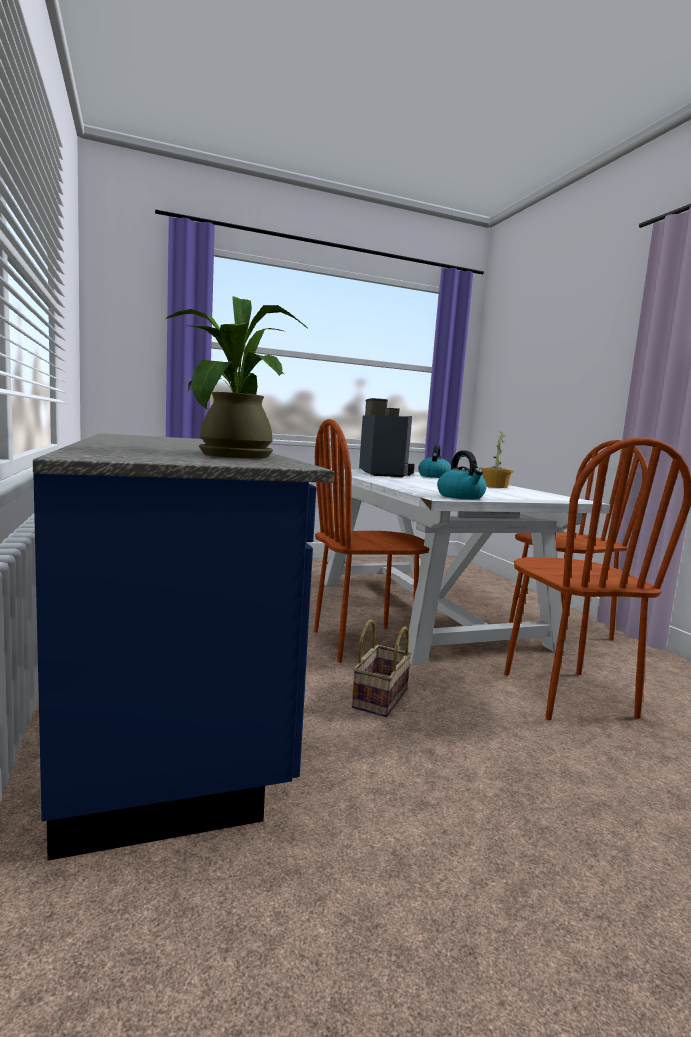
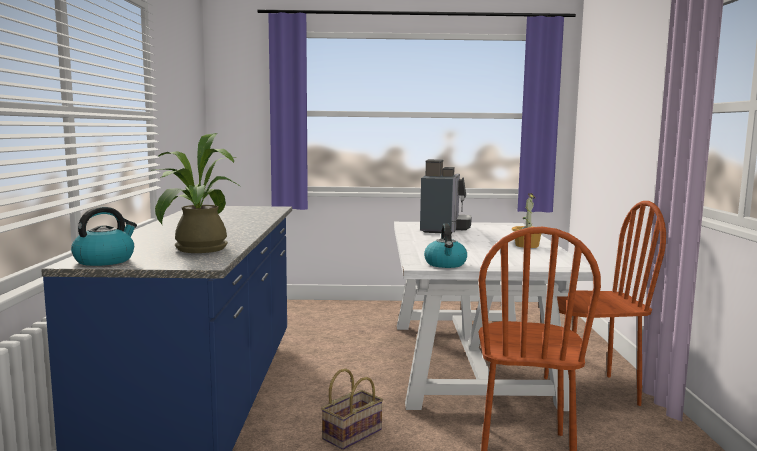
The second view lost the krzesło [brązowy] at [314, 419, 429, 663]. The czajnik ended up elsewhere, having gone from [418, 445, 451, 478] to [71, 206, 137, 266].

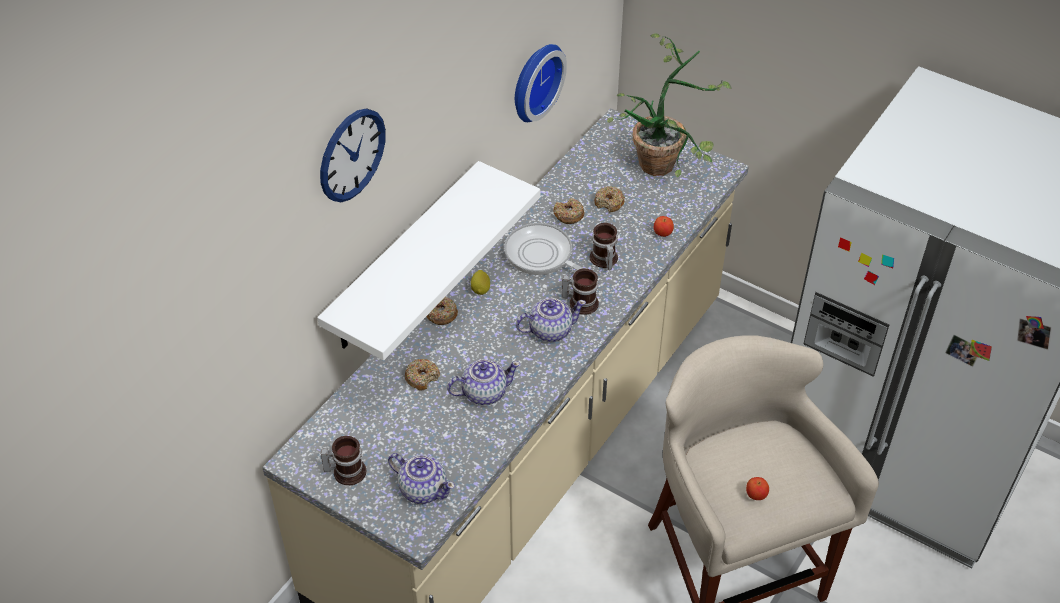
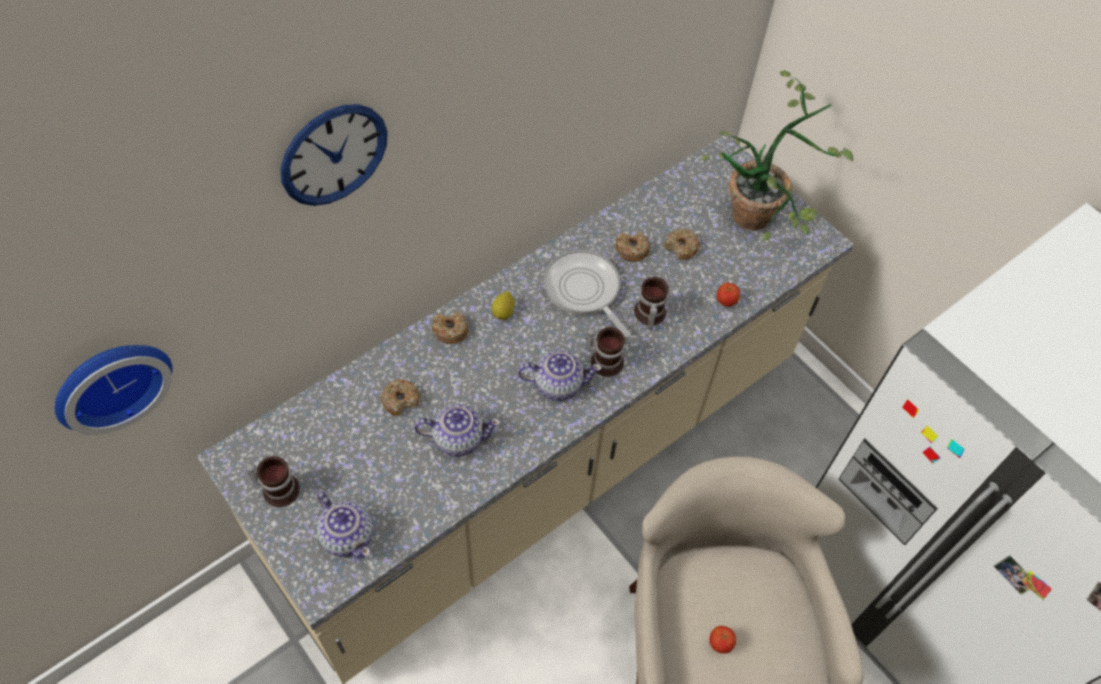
The zegar ścienny ended up elsewhere, having gone from [515, 44, 567, 122] to [55, 345, 173, 435]. The second view lost the półka [biały] at [317, 161, 540, 360].

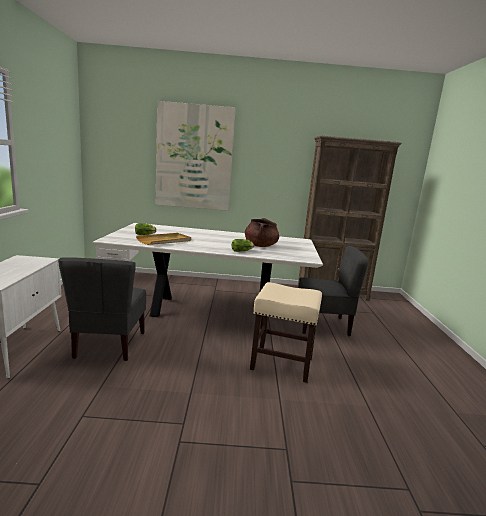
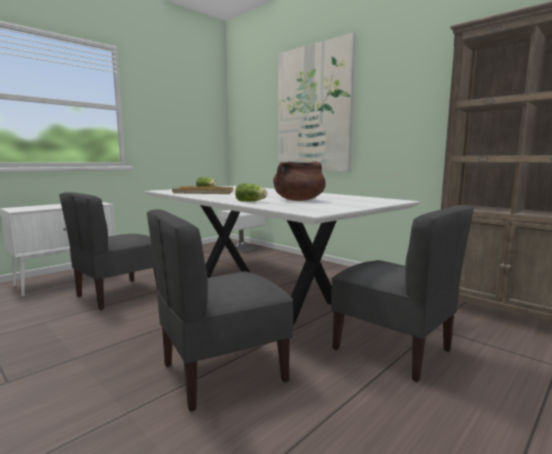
Where the stołek [beżowy] stood at [250, 282, 322, 383], the krzesło [szary] came to stand at [147, 209, 293, 412].

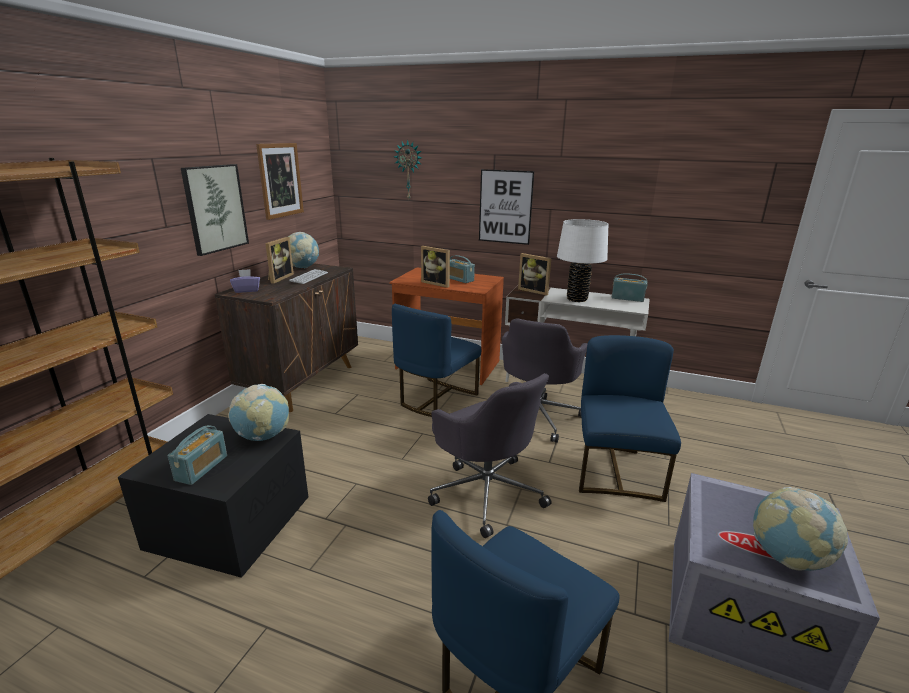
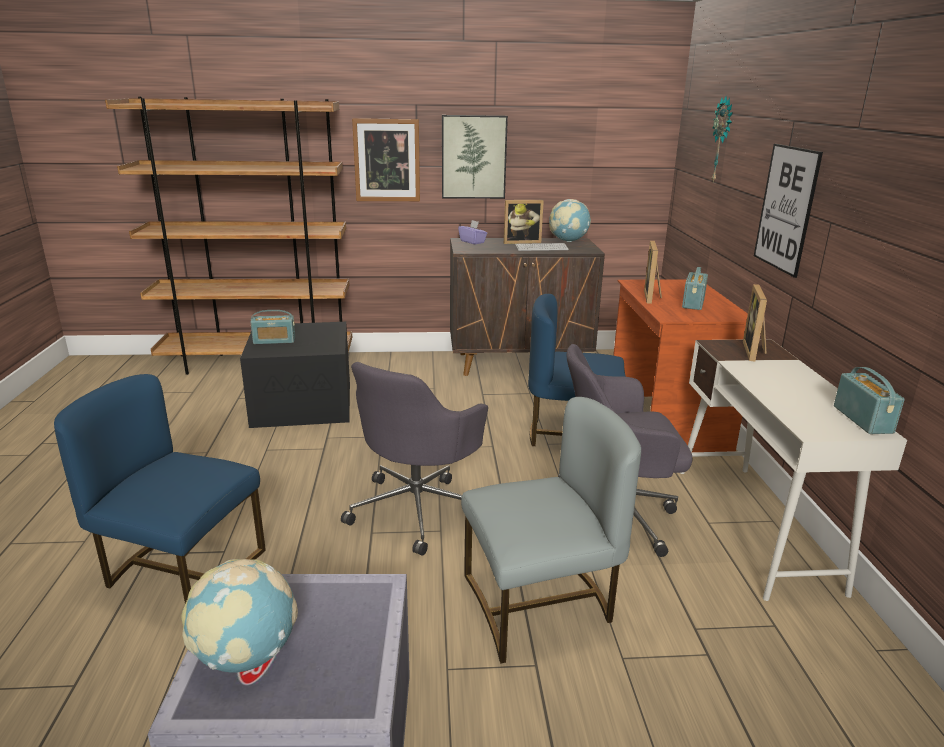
The obraz ended up elsewhere, having gone from [256, 143, 304, 220] to [352, 118, 420, 201]. The second view lost the lampa stołowa [biały] at [557, 219, 608, 302]. What was the krzesło [niebieski] at [579, 335, 681, 502] turned into the krzesło [szary] at [461, 397, 641, 663]. The second view lost the globus at [228, 384, 289, 441].

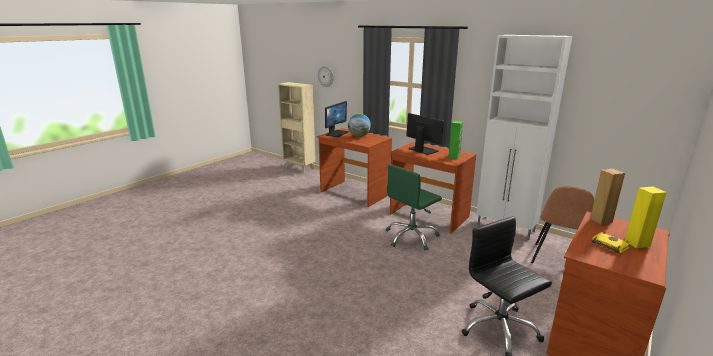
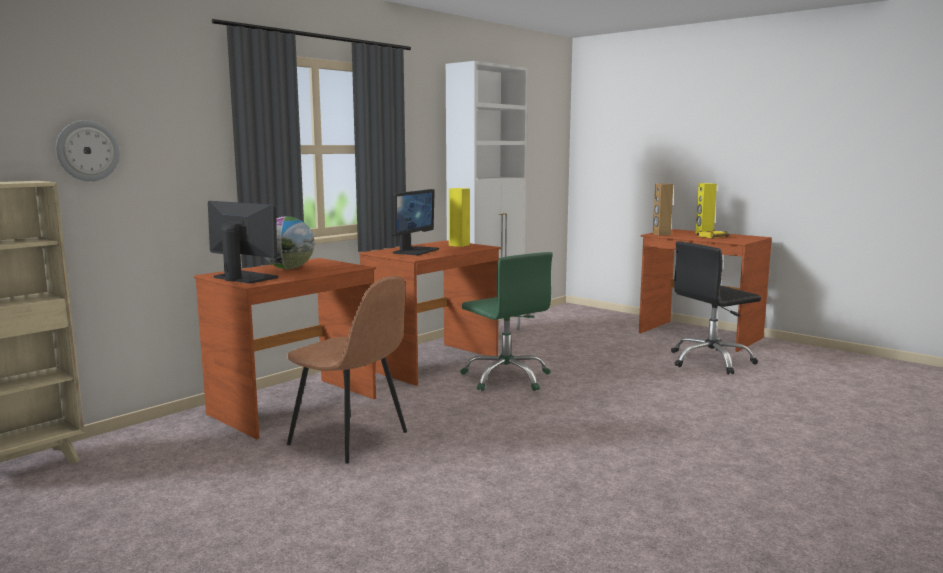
The monitor at [406, 113, 444, 155] ended up facing another way, 150 degrees clockwise from before. What was the głośnik [zielony] at [448, 121, 463, 159] turned into the głośnik [żółty] at [449, 188, 470, 247]. The krzesło [brązowy] ended up elsewhere, having gone from [531, 186, 594, 264] to [287, 276, 407, 464].

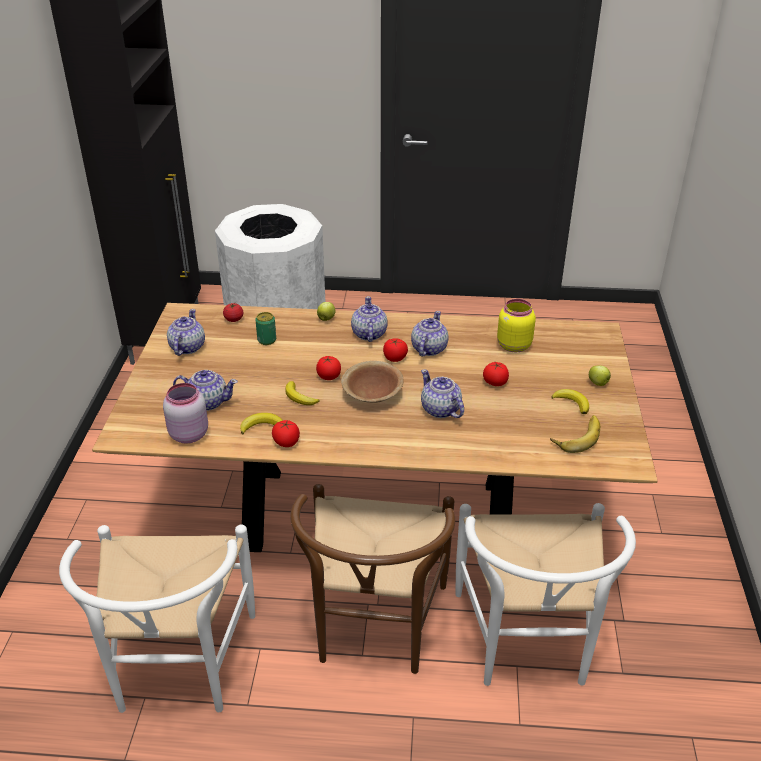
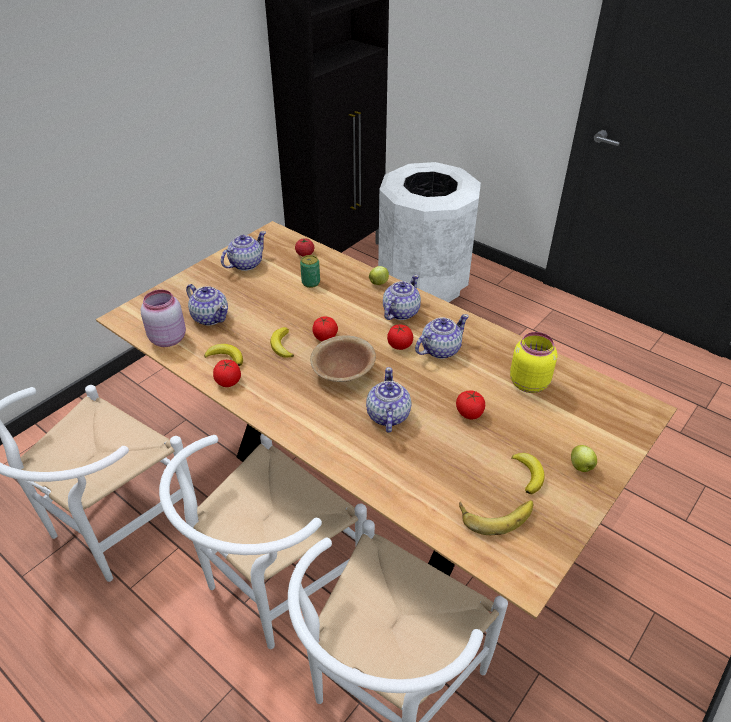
What was the krzesło [brązowy] at [290, 484, 455, 674] turned into the krzesło [biały] at [159, 434, 367, 649].

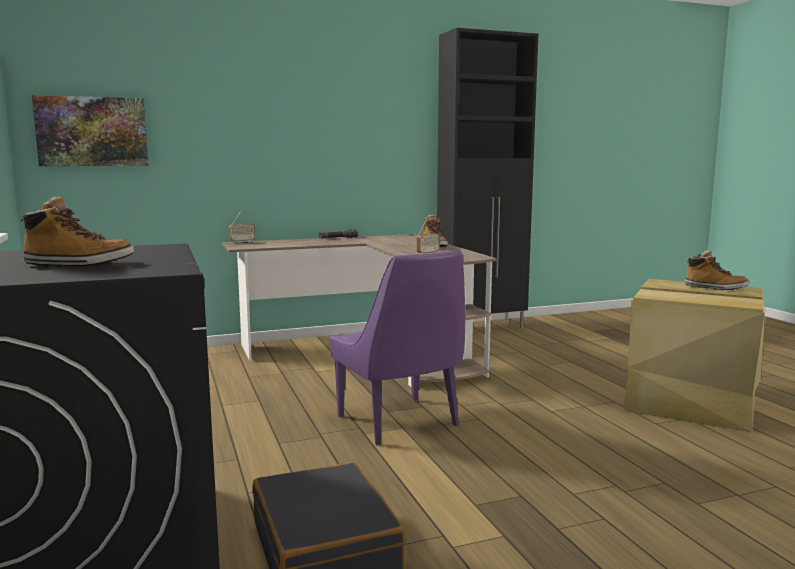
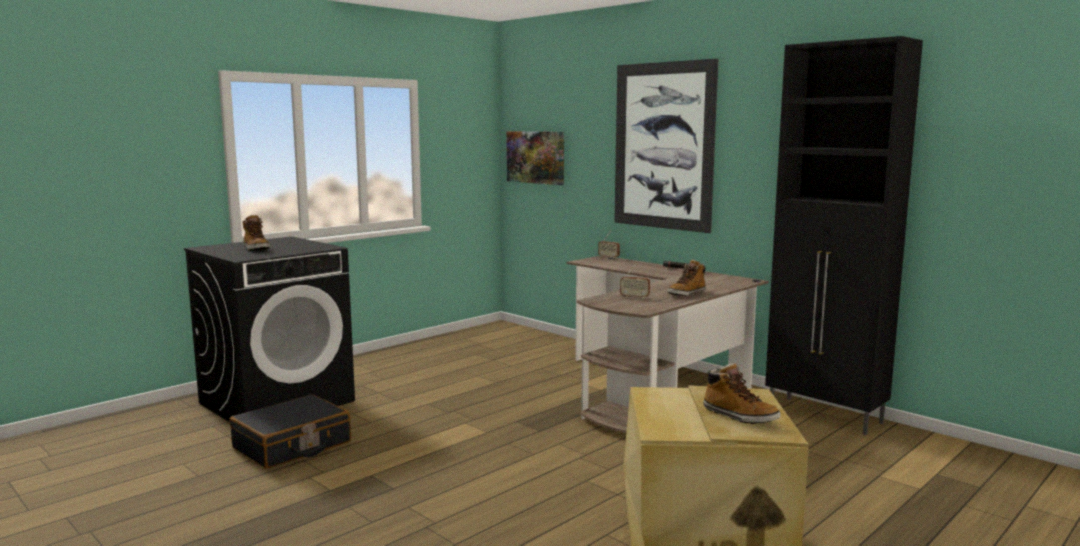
The second view lost the krzesło [fioletowy] at [329, 250, 465, 446]. The but z cholewką at [685, 250, 749, 290] ended up facing another way, 45 degrees counterclockwise from before. The second view gained the obraz at [614, 59, 718, 233].

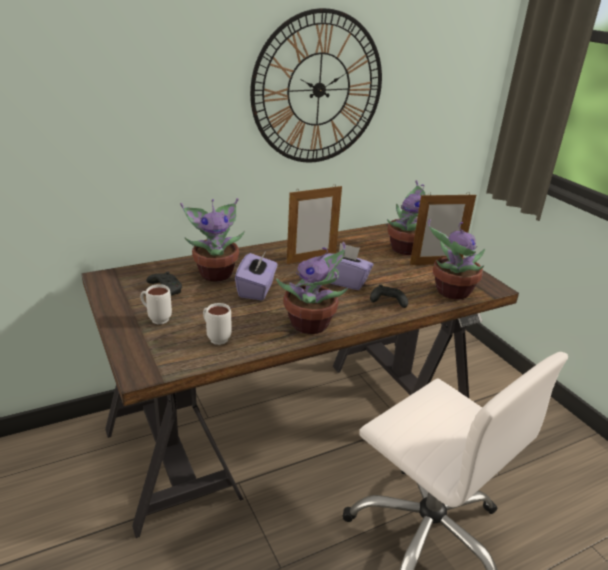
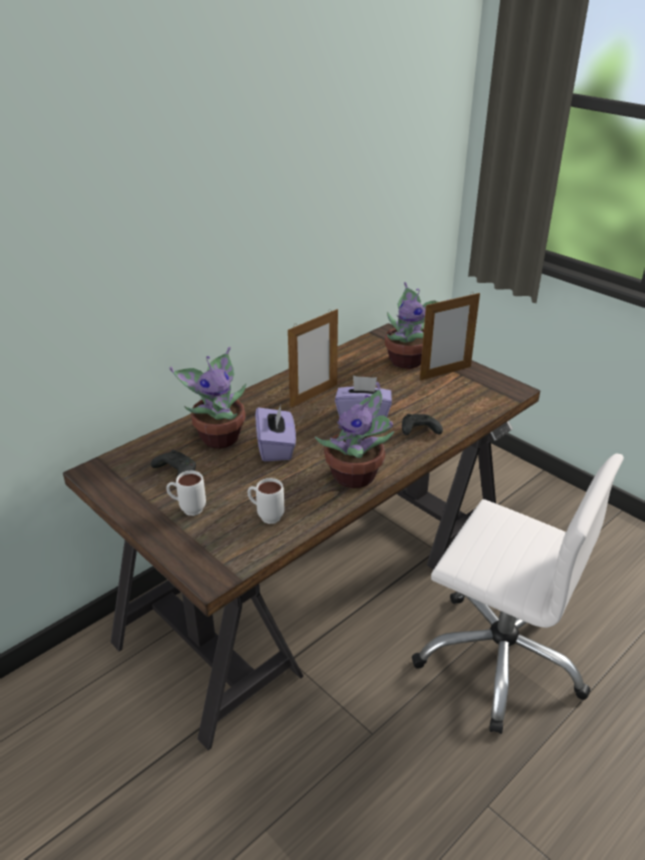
The second view lost the zegar ścienny at [250, 8, 382, 162]. The second view lost the roślina doniczkowa at [428, 219, 485, 299].

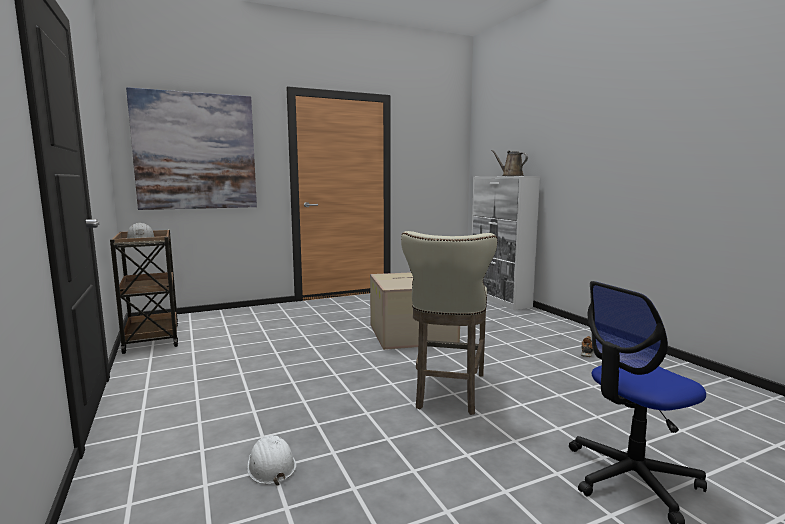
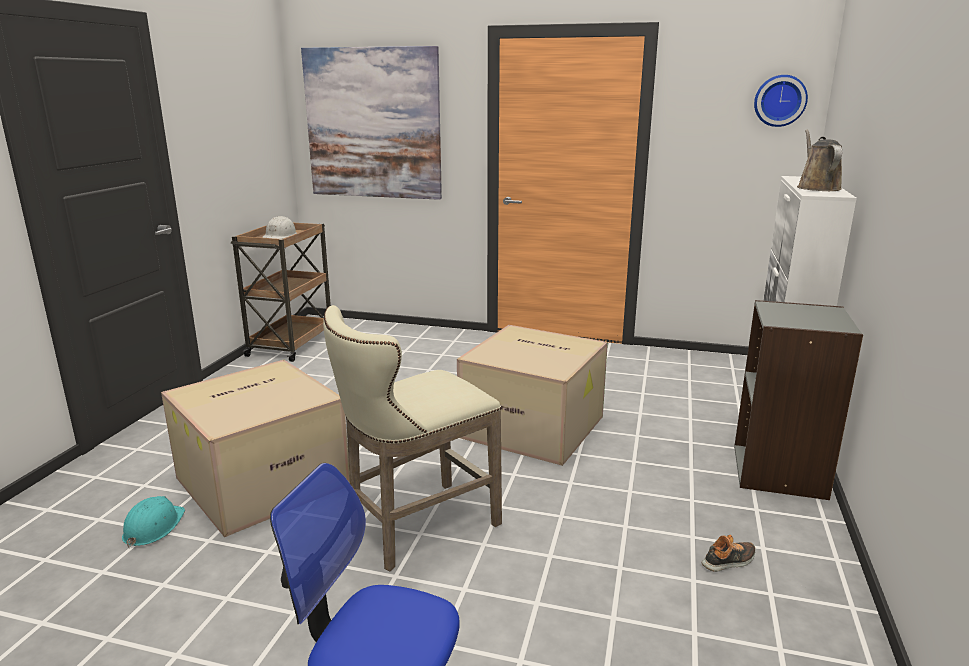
What was the kask [biały] at [247, 435, 296, 486] turned into the kask [turkusowy] at [122, 496, 185, 547]. The second view gained the zegar ścienny at [754, 75, 808, 127]. The second view gained the regał [szary] at [734, 300, 863, 500]. The second view gained the karton at [161, 360, 350, 537].

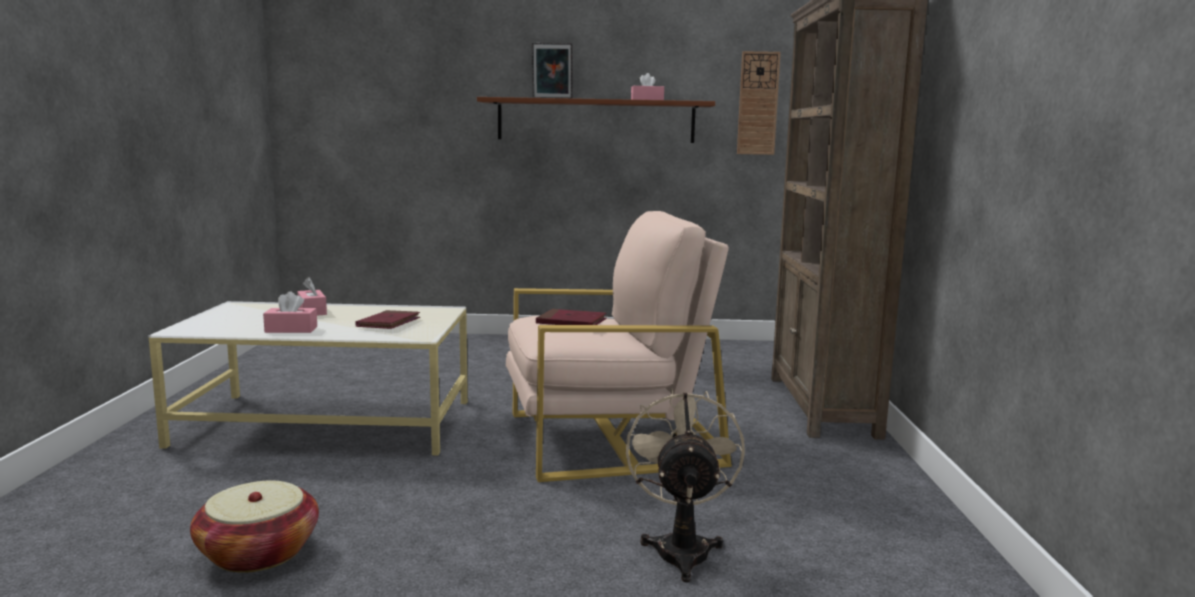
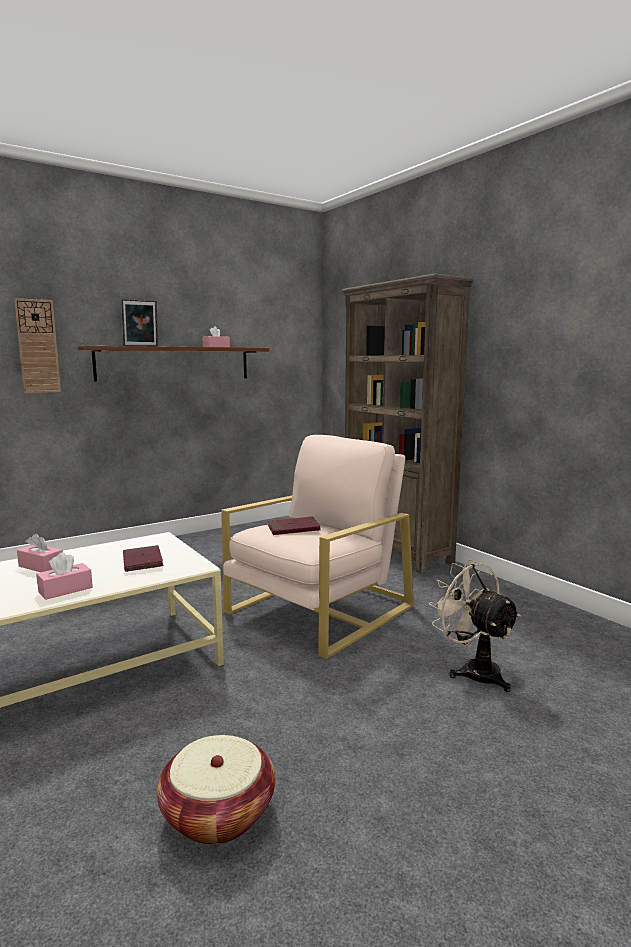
The zegar ścienny ended up elsewhere, having gone from [737, 51, 781, 155] to [14, 298, 61, 393].

